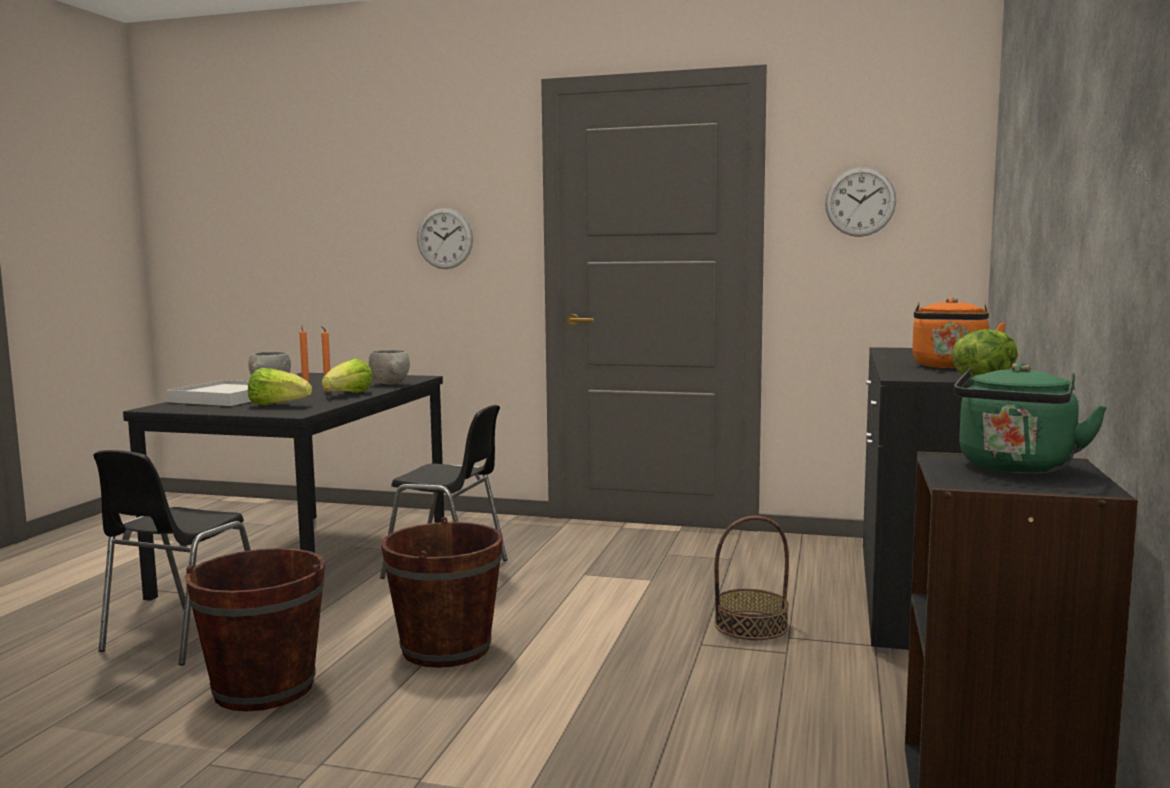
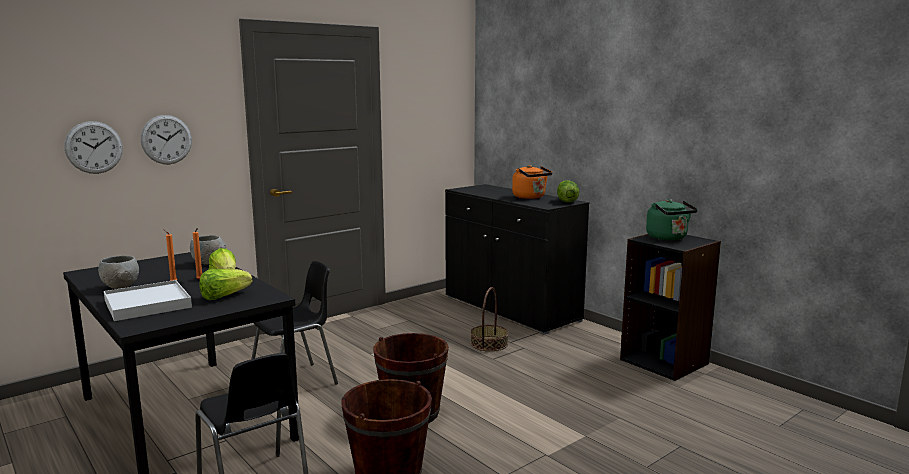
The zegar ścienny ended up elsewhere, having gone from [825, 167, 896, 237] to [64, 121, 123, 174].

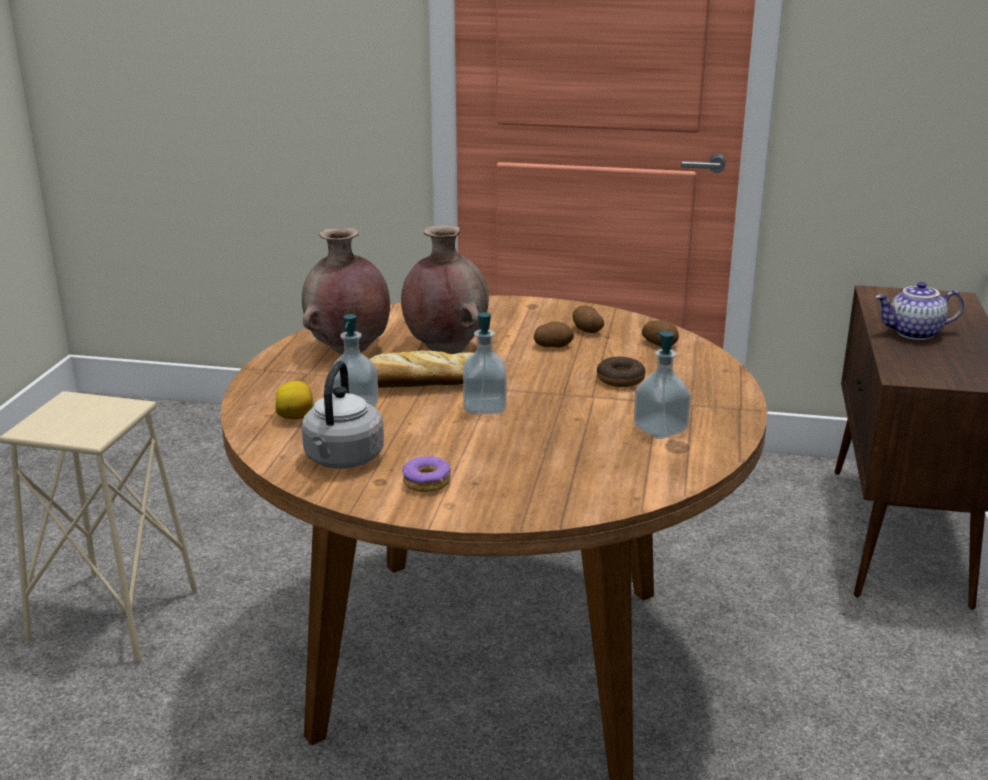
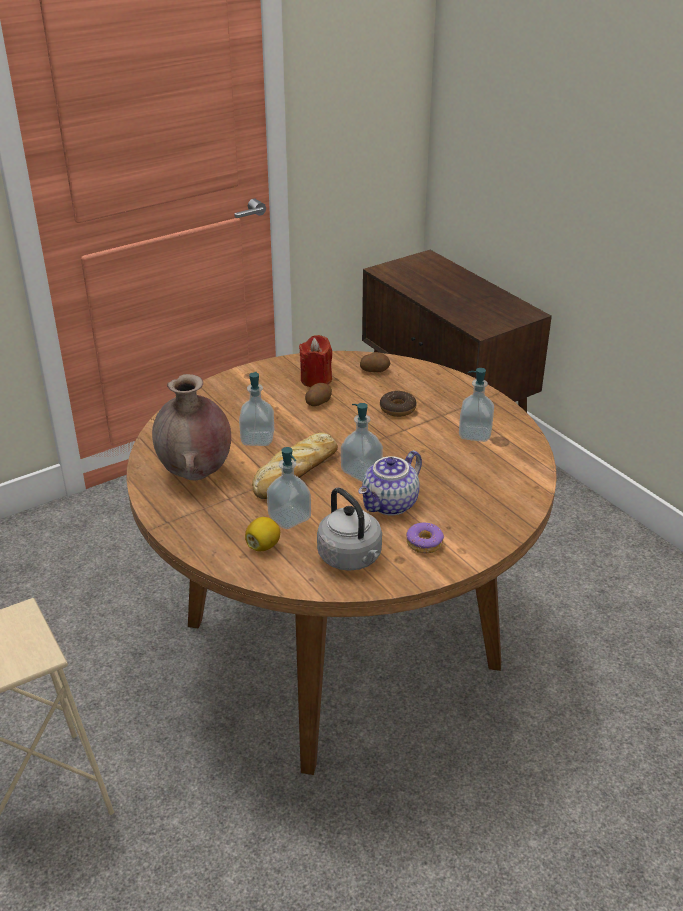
Where the wazon [brązowy] stood at [401, 225, 489, 354], the dozownik mydła came to stand at [239, 372, 274, 446]. The imbryk ended up elsewhere, having gone from [875, 282, 964, 340] to [358, 450, 422, 516]. Where the ziemniak stood at [573, 305, 604, 333], the świeca [czerwony] came to stand at [299, 335, 332, 387].

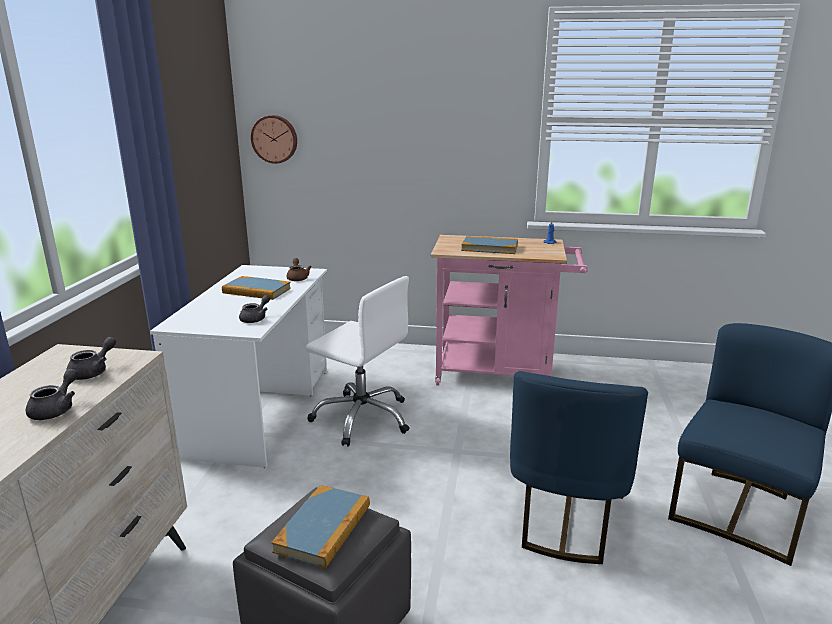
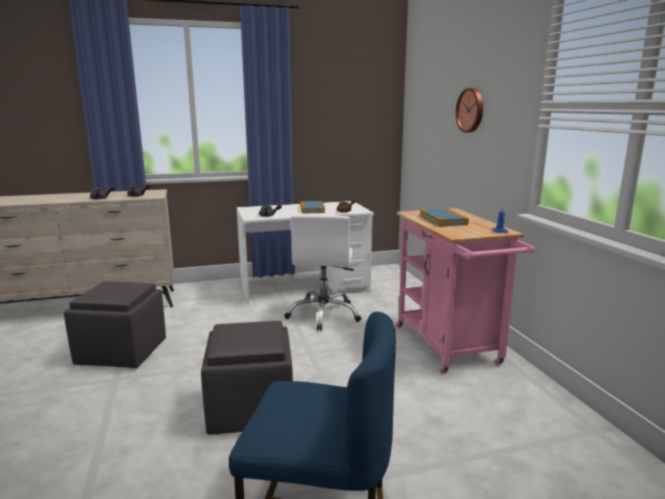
The zegar ścienny ended up elsewhere, having gone from [251, 115, 297, 164] to [456, 88, 483, 133]. Where the krzesło [niebieski] stood at [510, 371, 648, 564], the pufa [szary] came to stand at [201, 321, 293, 435]. The second view lost the książka at [271, 485, 370, 569].

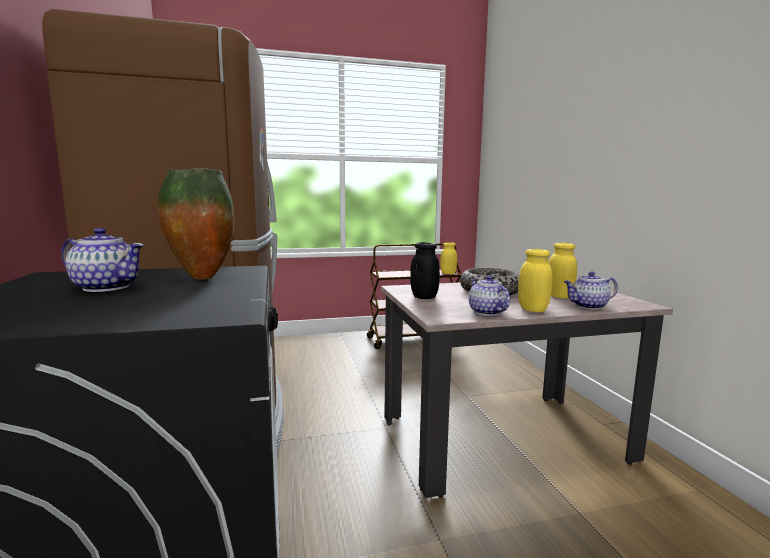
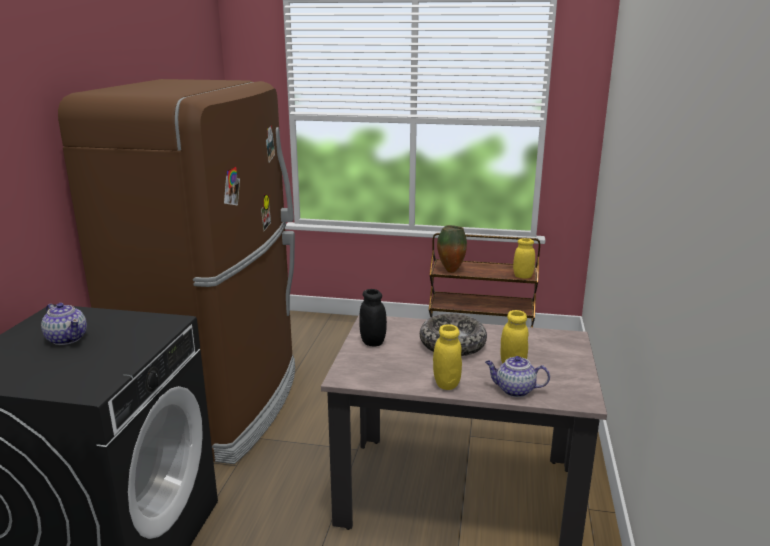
The wazon ended up elsewhere, having gone from [158, 168, 234, 280] to [437, 225, 467, 273]. The second view lost the imbryk at [469, 275, 510, 316].

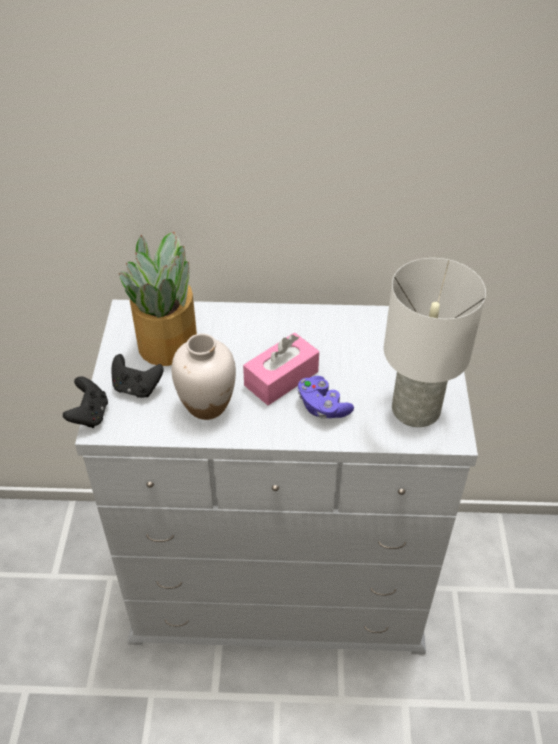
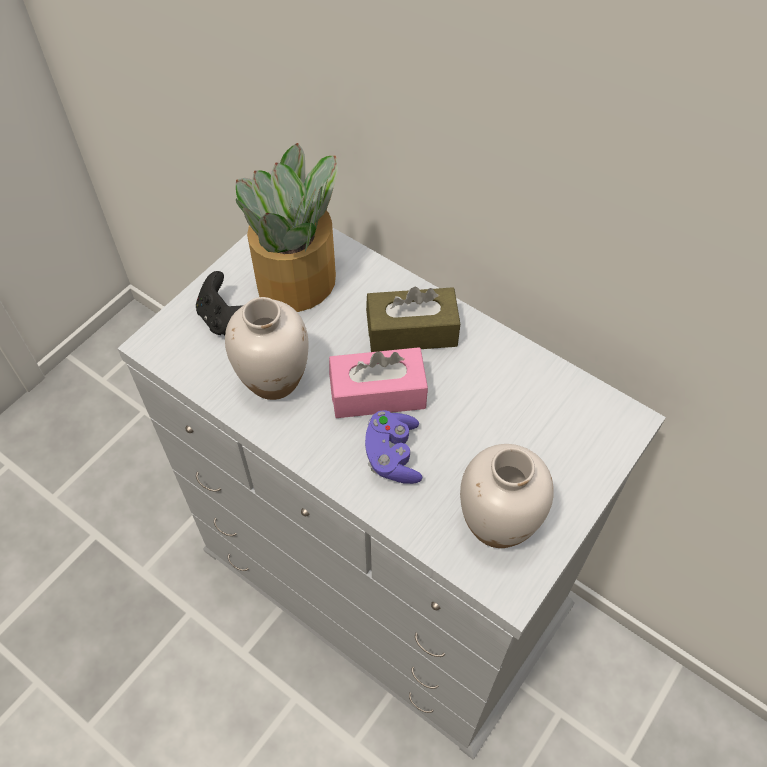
Where the lampa stołowa [biały] stood at [384, 258, 486, 427], the wazon [biały] came to stand at [460, 444, 554, 548]. The second view lost the pad do gier [czarny] at [63, 377, 108, 428]. The second view gained the pudełko chusteczek [brązowy] at [366, 287, 460, 352].

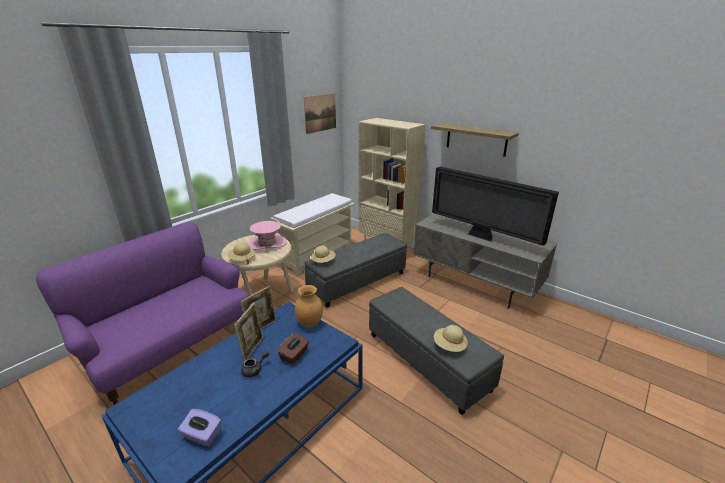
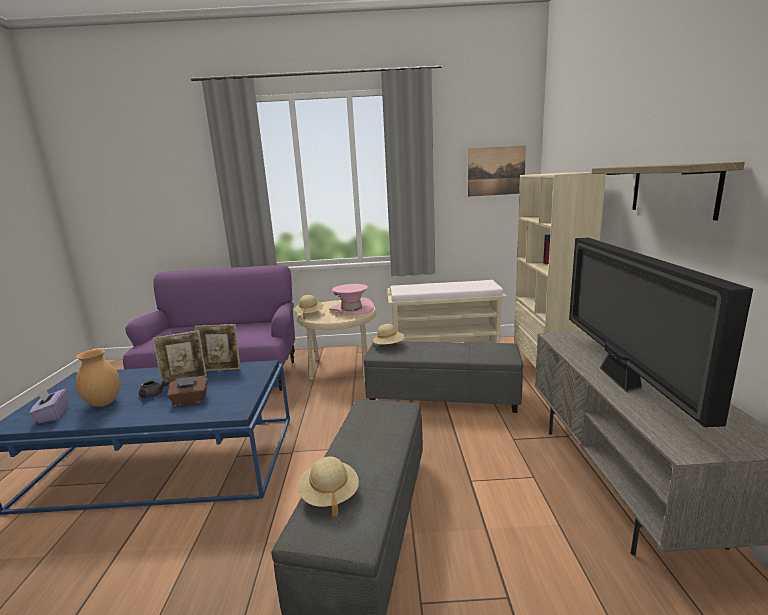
The wazon [brązowy] ended up elsewhere, having gone from [295, 285, 323, 328] to [76, 349, 120, 407].

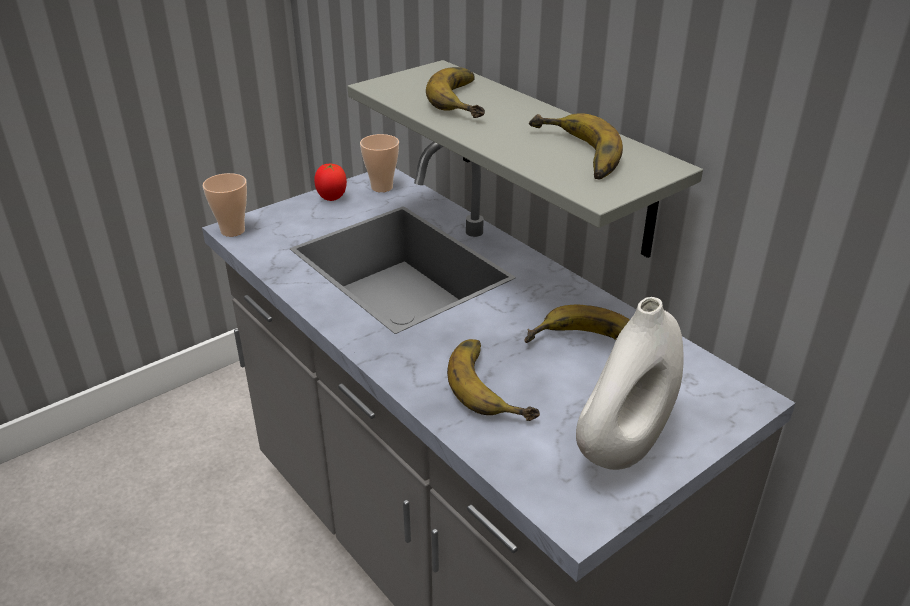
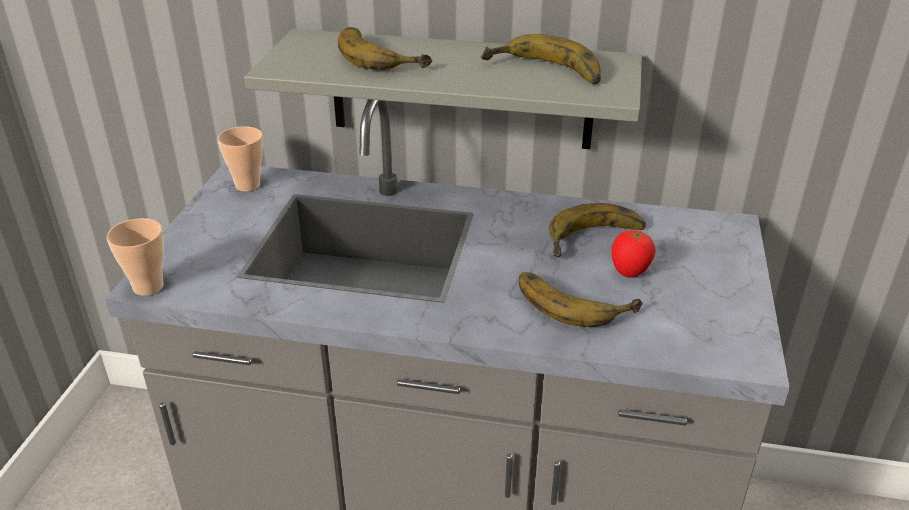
The pomidor ended up elsewhere, having gone from [314, 163, 347, 201] to [611, 230, 656, 278]. The second view lost the wazon [biały] at [576, 297, 684, 470].

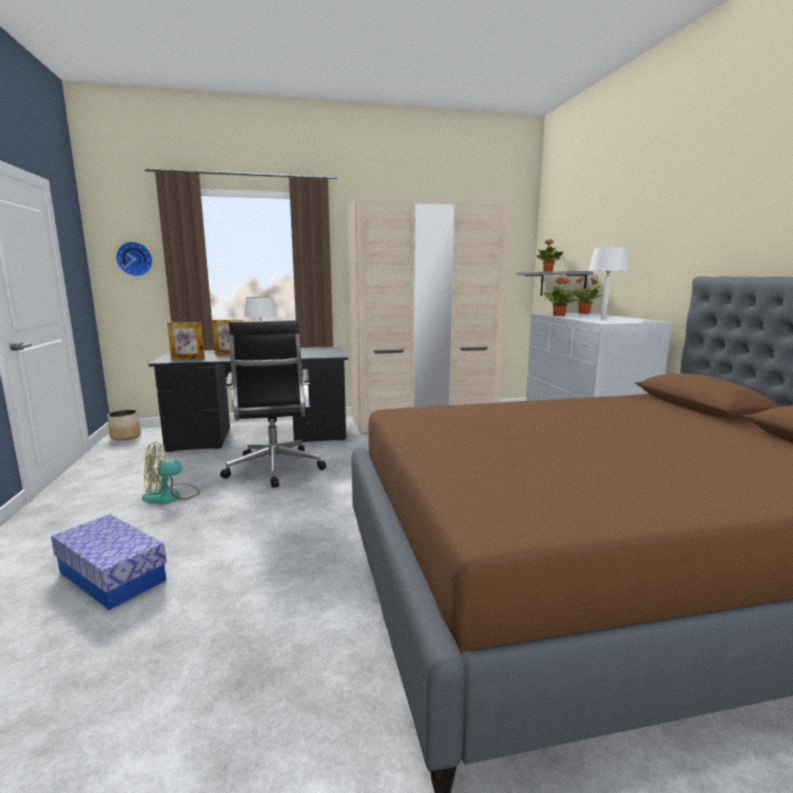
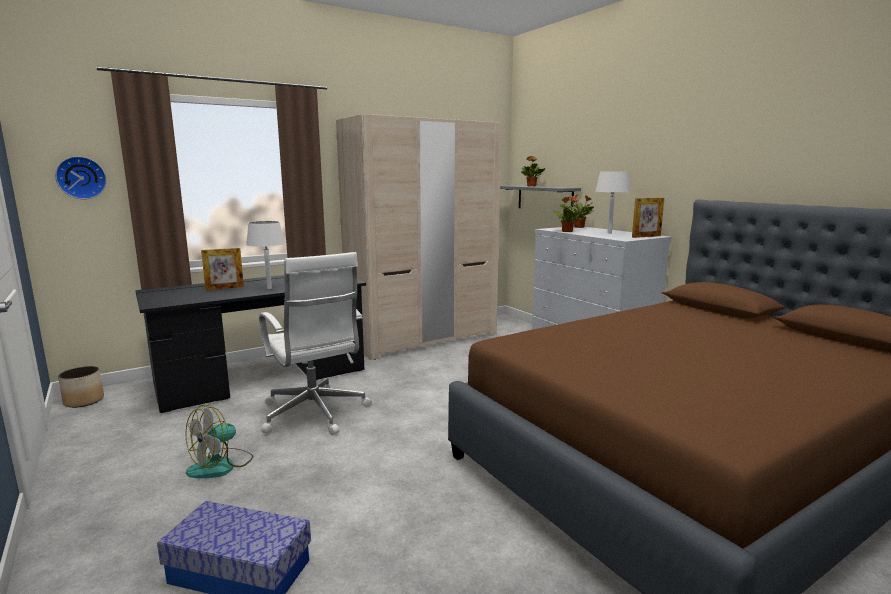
What was the krzesło biurowe [czarny] at [220, 320, 326, 488] turned into the krzesło biurowe [biały] at [259, 252, 372, 435]. The ramka na zdjęcie ended up elsewhere, having gone from [167, 322, 205, 359] to [632, 198, 664, 238].

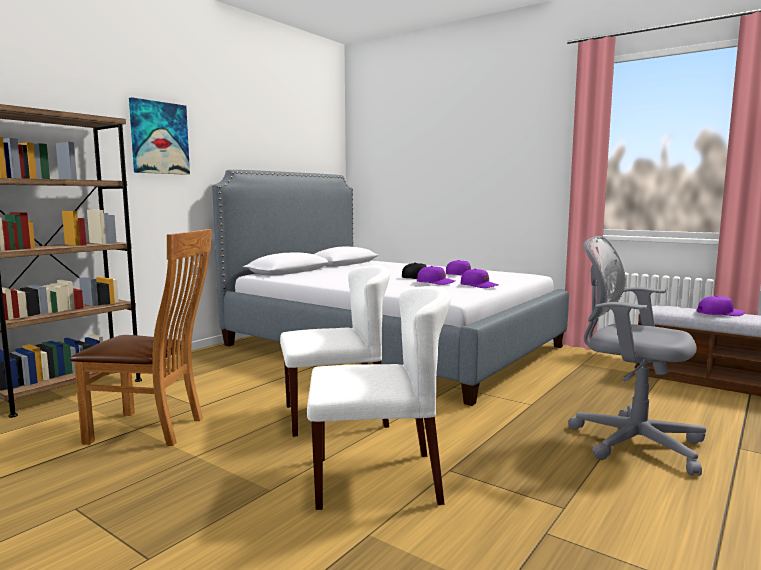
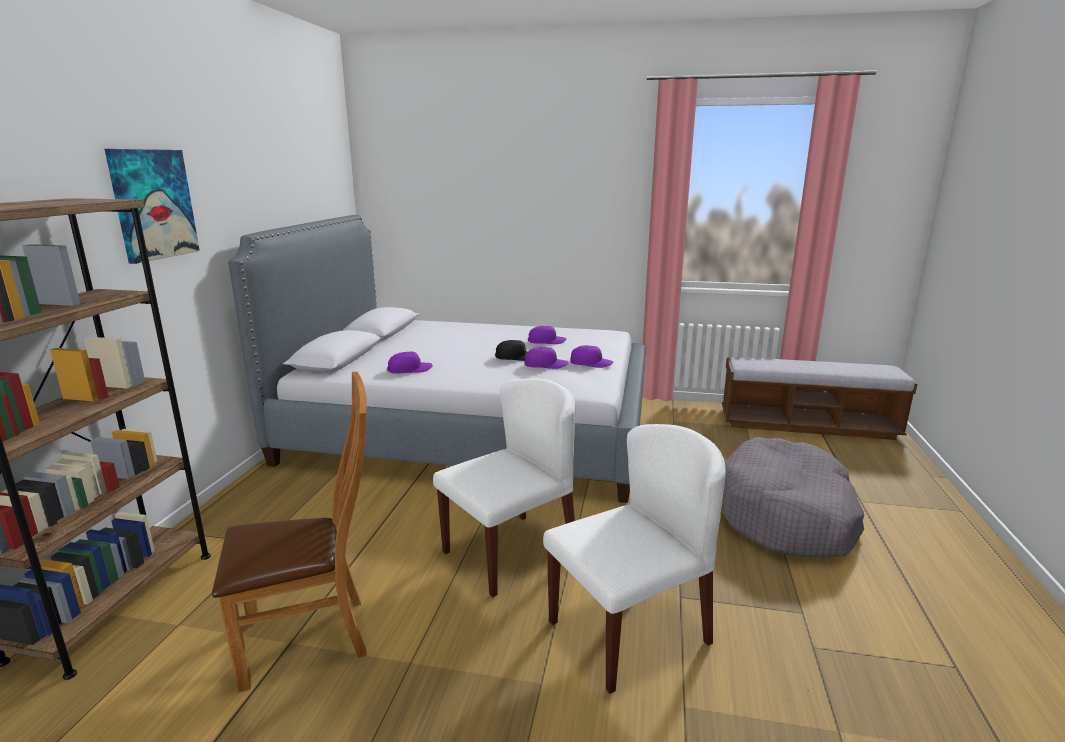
Where the krzesło biurowe [szary] stood at [568, 236, 706, 476], the legowisko [szary] came to stand at [722, 437, 864, 558]. The czapka z daszkiem [fioletowy] ended up elsewhere, having gone from [697, 296, 745, 316] to [387, 352, 433, 374].

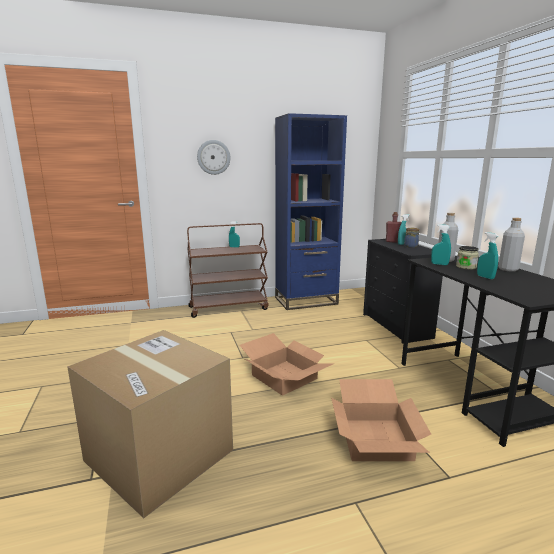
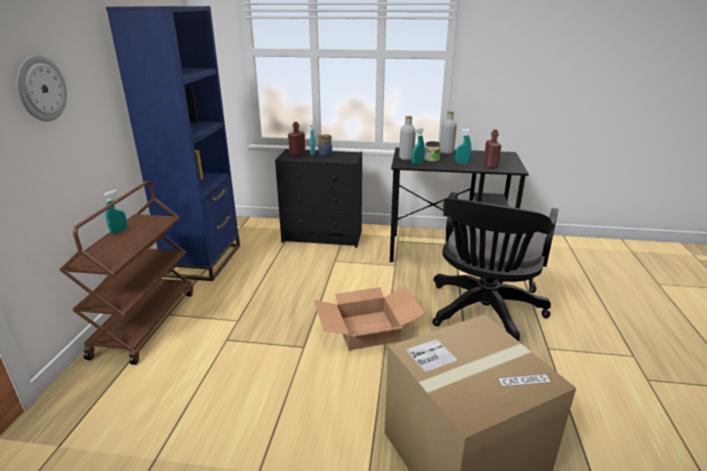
Where the karton stood at [331, 379, 431, 461], the krzesło biurowe [czarny] came to stand at [433, 192, 559, 341]. The second view gained the butelka [czerwony] at [483, 129, 501, 169].

